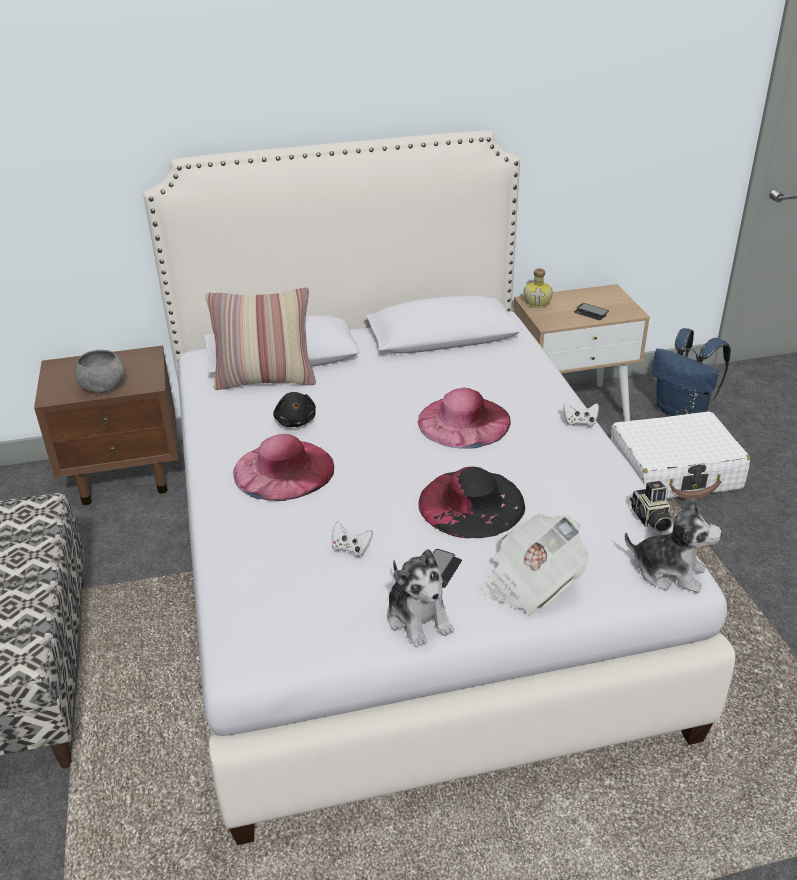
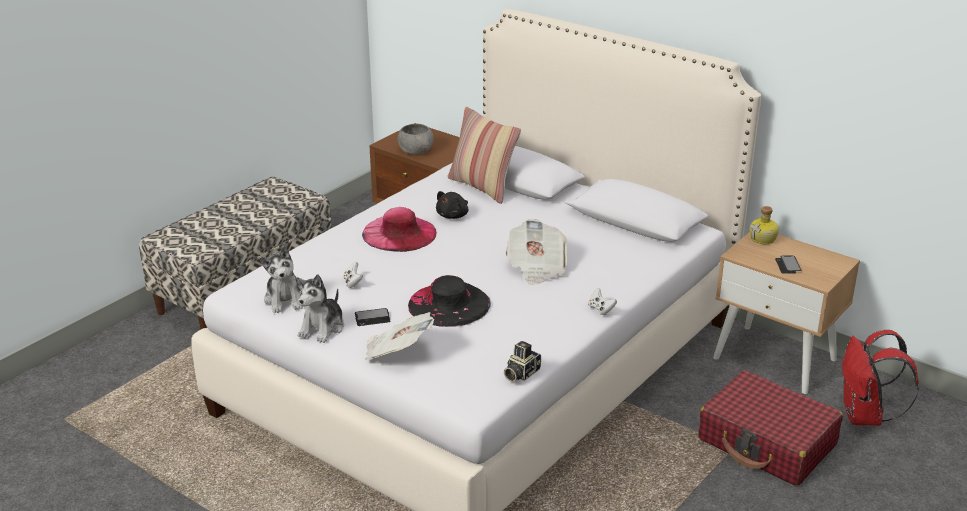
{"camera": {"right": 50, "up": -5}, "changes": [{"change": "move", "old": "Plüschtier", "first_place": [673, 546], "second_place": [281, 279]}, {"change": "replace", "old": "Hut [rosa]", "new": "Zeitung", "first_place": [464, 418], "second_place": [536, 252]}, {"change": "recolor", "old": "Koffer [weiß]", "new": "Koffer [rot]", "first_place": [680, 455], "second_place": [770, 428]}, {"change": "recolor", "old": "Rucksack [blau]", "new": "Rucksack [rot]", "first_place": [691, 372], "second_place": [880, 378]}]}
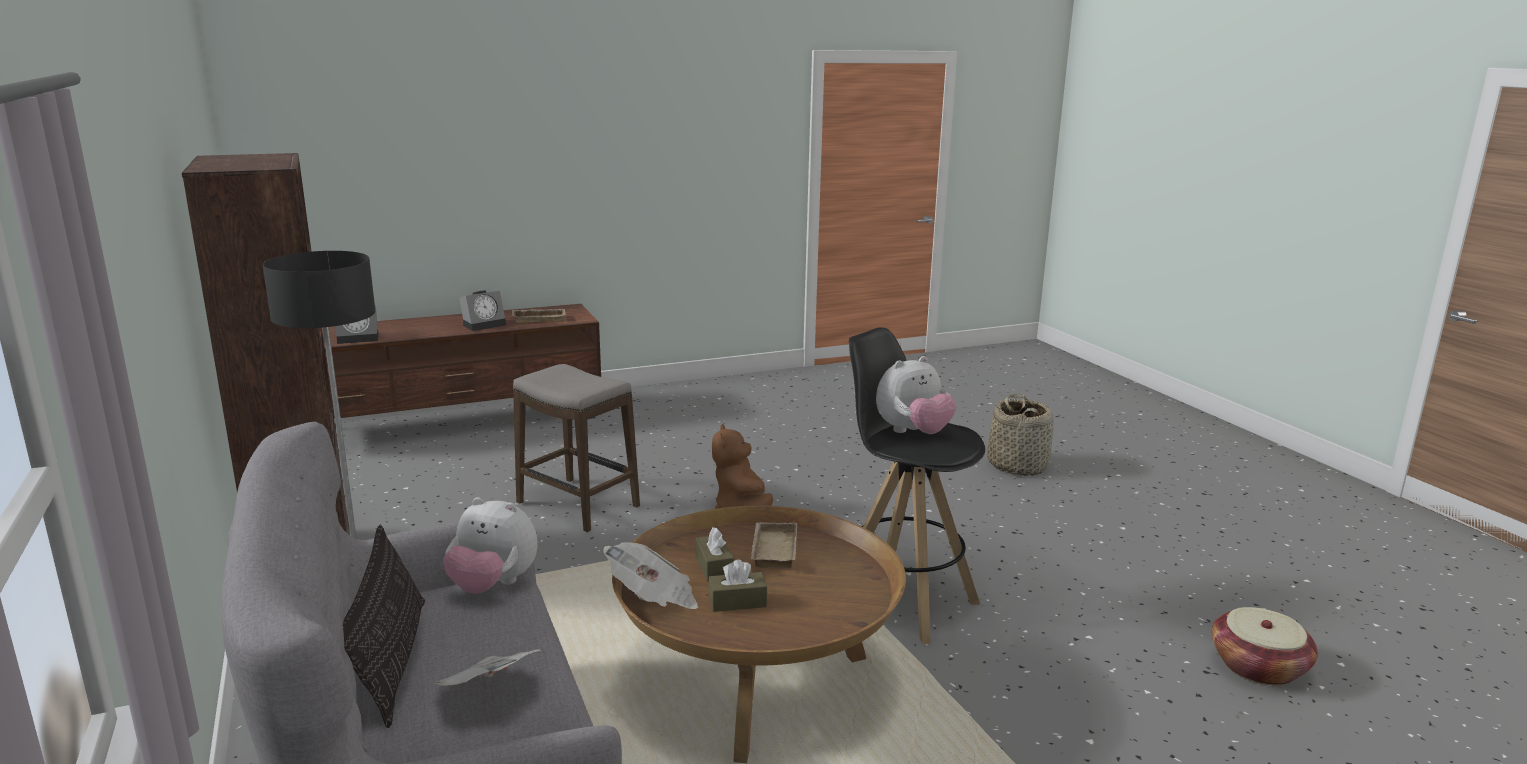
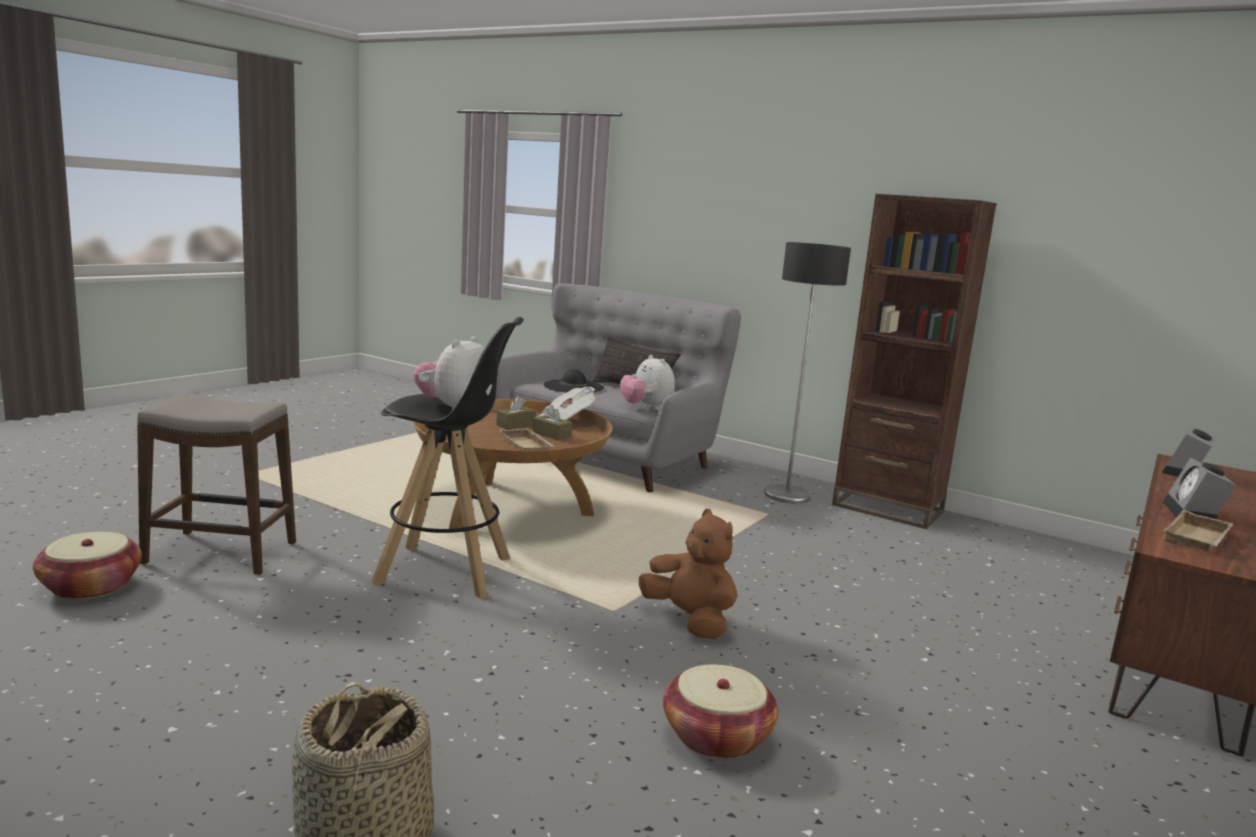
{"camera": {"right": 145, "up": -5}, "changes": [{"change": "move", "old": "Hocker", "first_place": [576, 448], "second_place": [216, 485]}, {"change": "replace", "old": "Zeitung", "new": "Hut [schwarz]", "first_place": [487, 667], "second_place": [574, 381]}, {"change": "rotate", "old": "Plüschtier", "first_place": [490, 545], "second_place": [647, 382], "degrees": -105}, {"change": "insert", "new": "Korb", "second_place": [720, 712]}]}
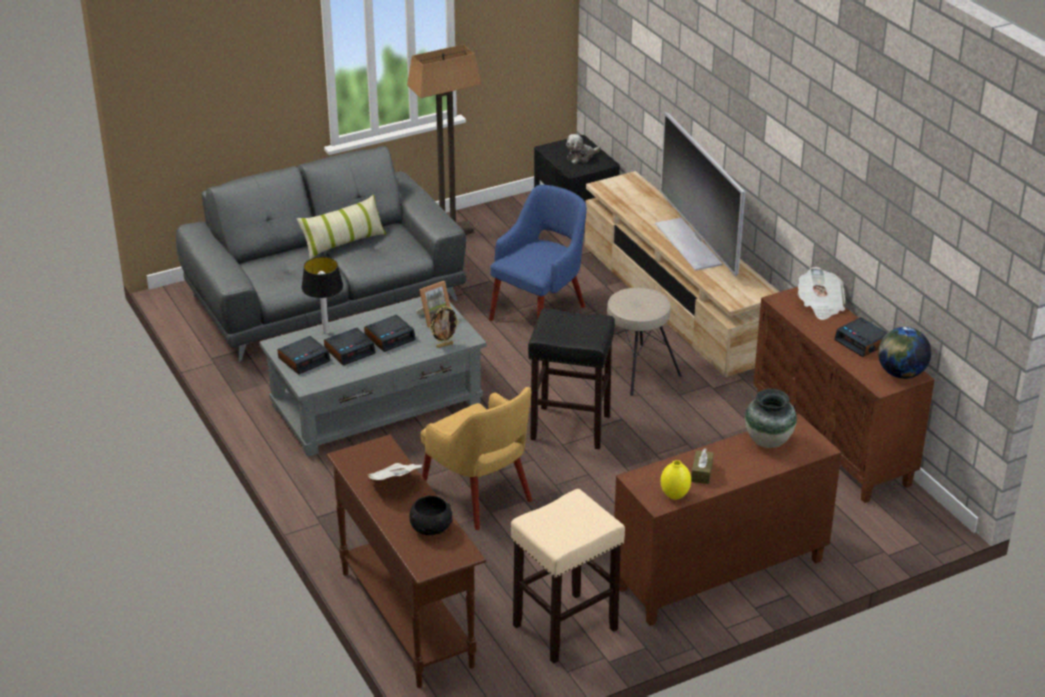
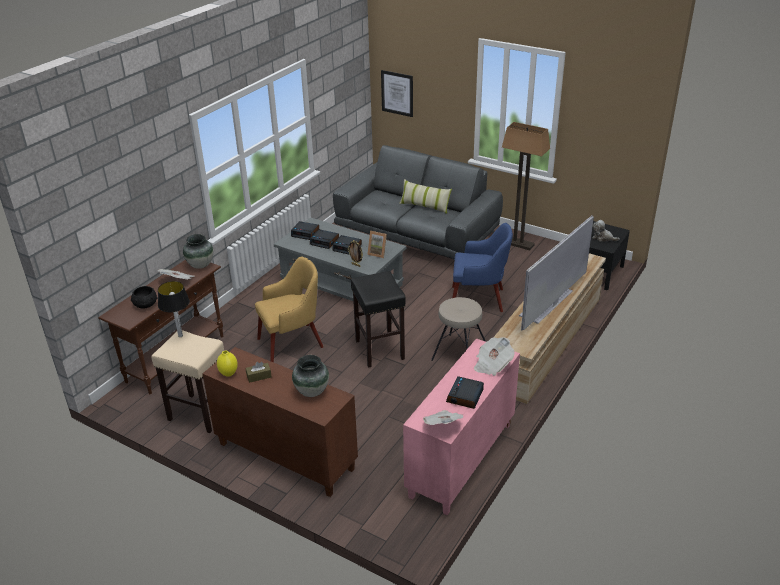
{"camera": {"right": 60, "up": 0}, "changes": [{"change": "move", "old": "Tischlampe", "first_place": [322, 295], "second_place": [174, 309]}, {"change": "insert", "new": "Vase", "second_place": [198, 251]}, {"change": "rotate", "old": "Sessel [gelb]", "first_place": [477, 458], "second_place": [289, 309], "degrees": -135}, {"change": "insert", "new": "Bild", "second_place": [397, 93]}, {"change": "recolor", "old": "Schrank [braun]", "new": "Schrank [rosa]", "first_place": [844, 395], "second_place": [461, 426]}, {"change": "replace", "old": "Globus", "new": "Zeitung", "first_place": [904, 353], "second_place": [443, 417]}]}
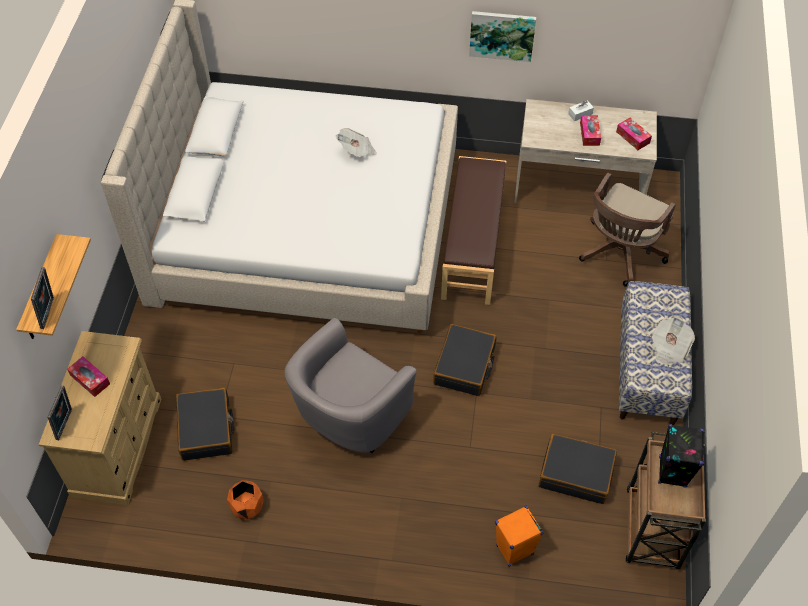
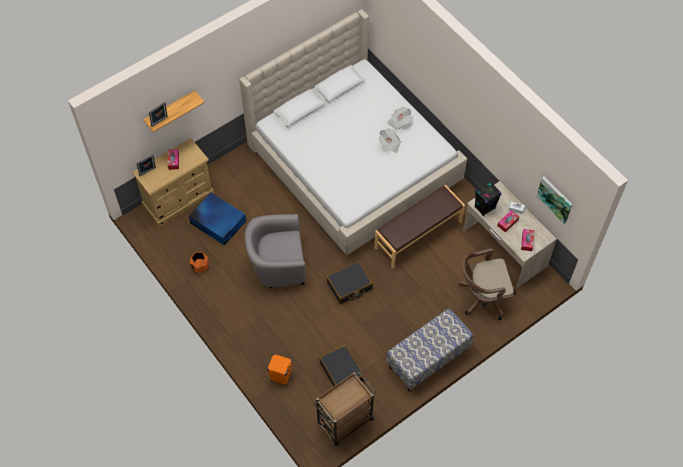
{"camera": {"right": 45, "up": 5}, "changes": [{"change": "replace", "old": "Koffer [schwarz]", "new": "Aufbewahrungsbox [blau]", "first_place": [205, 424], "second_place": [217, 219]}, {"change": "move", "old": "Zeitung", "first_place": [673, 340], "second_place": [399, 119]}, {"change": "move", "old": "Lautsprecher [schwarz]", "first_place": [681, 456], "second_place": [488, 199]}, {"change": "move", "old": "Bild", "first_place": [502, 36], "second_place": [554, 200]}]}
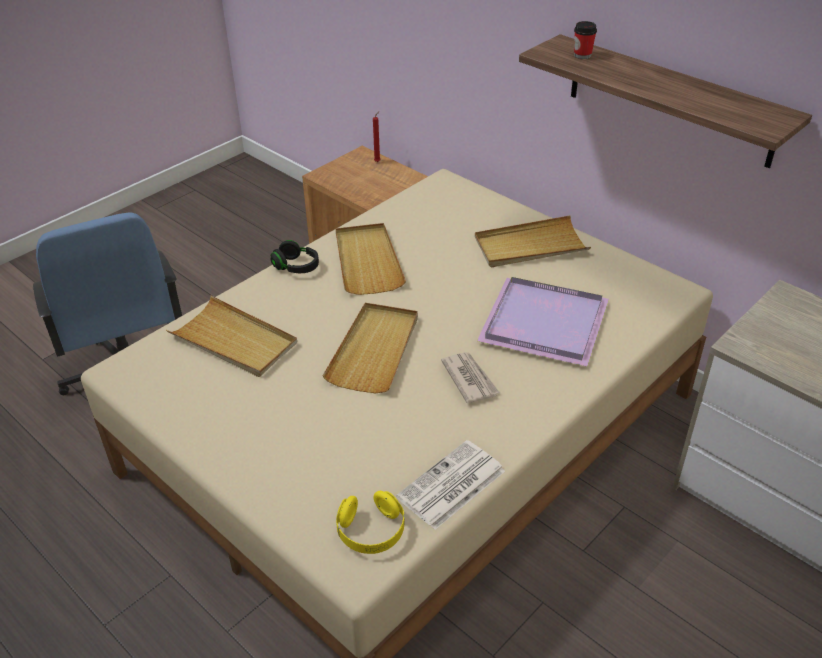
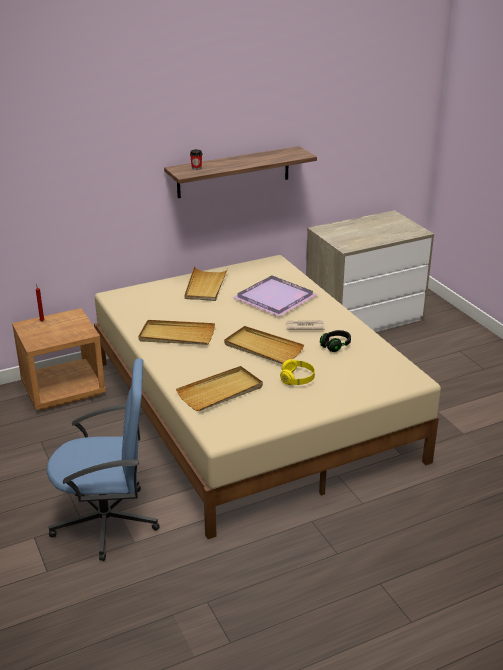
{"camera": {"right": -70, "up": -10}, "changes": [{"change": "move", "old": "Kopfhörer [gelb]", "first_place": [370, 522], "second_place": [297, 372]}, {"change": "move", "old": "Kopfhörer [schwarz]", "first_place": [295, 256], "second_place": [335, 341]}, {"change": "delete", "old": "Zeitung", "first_place": [450, 485]}]}
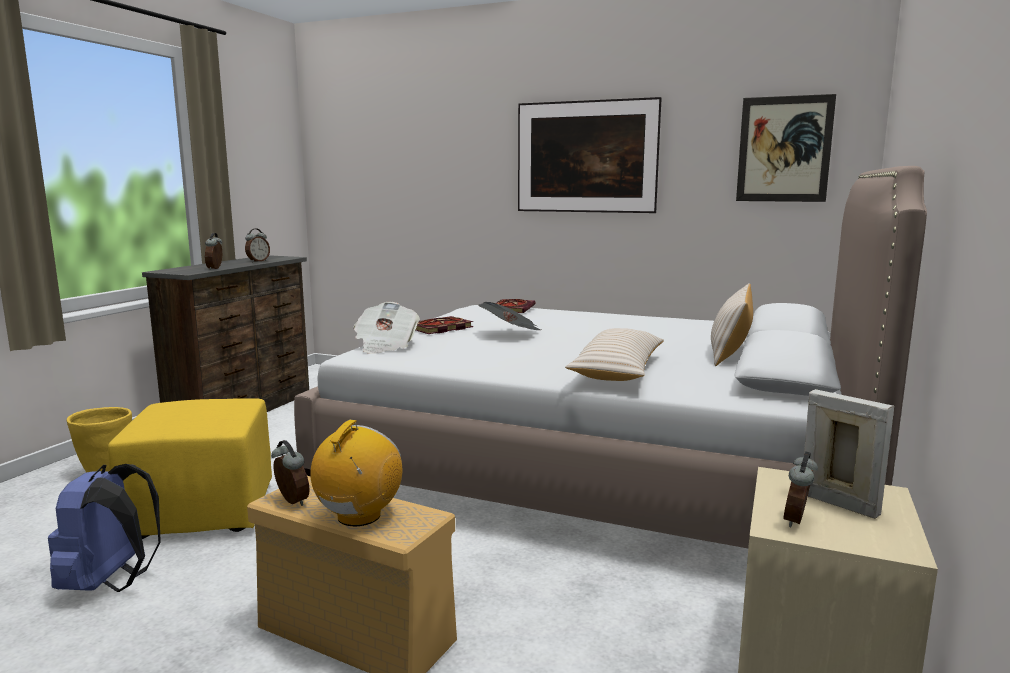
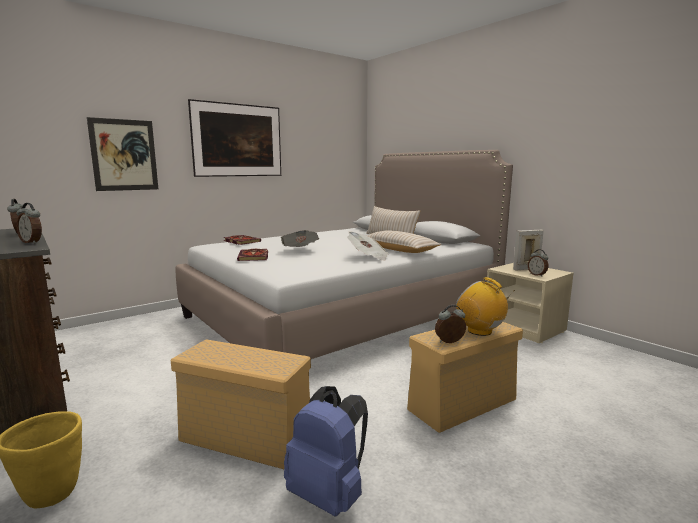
{"camera": {"right": -60, "up": 0}, "changes": [{"change": "move", "old": "Bild", "first_place": [786, 148], "second_place": [122, 154]}, {"change": "replace", "old": "Polsterhocker [gelb]", "new": "Aufbewahrungsbox [beige]", "first_place": [190, 468], "second_place": [241, 404]}, {"change": "move", "old": "Zeitung", "first_place": [386, 328], "second_place": [368, 246]}]}
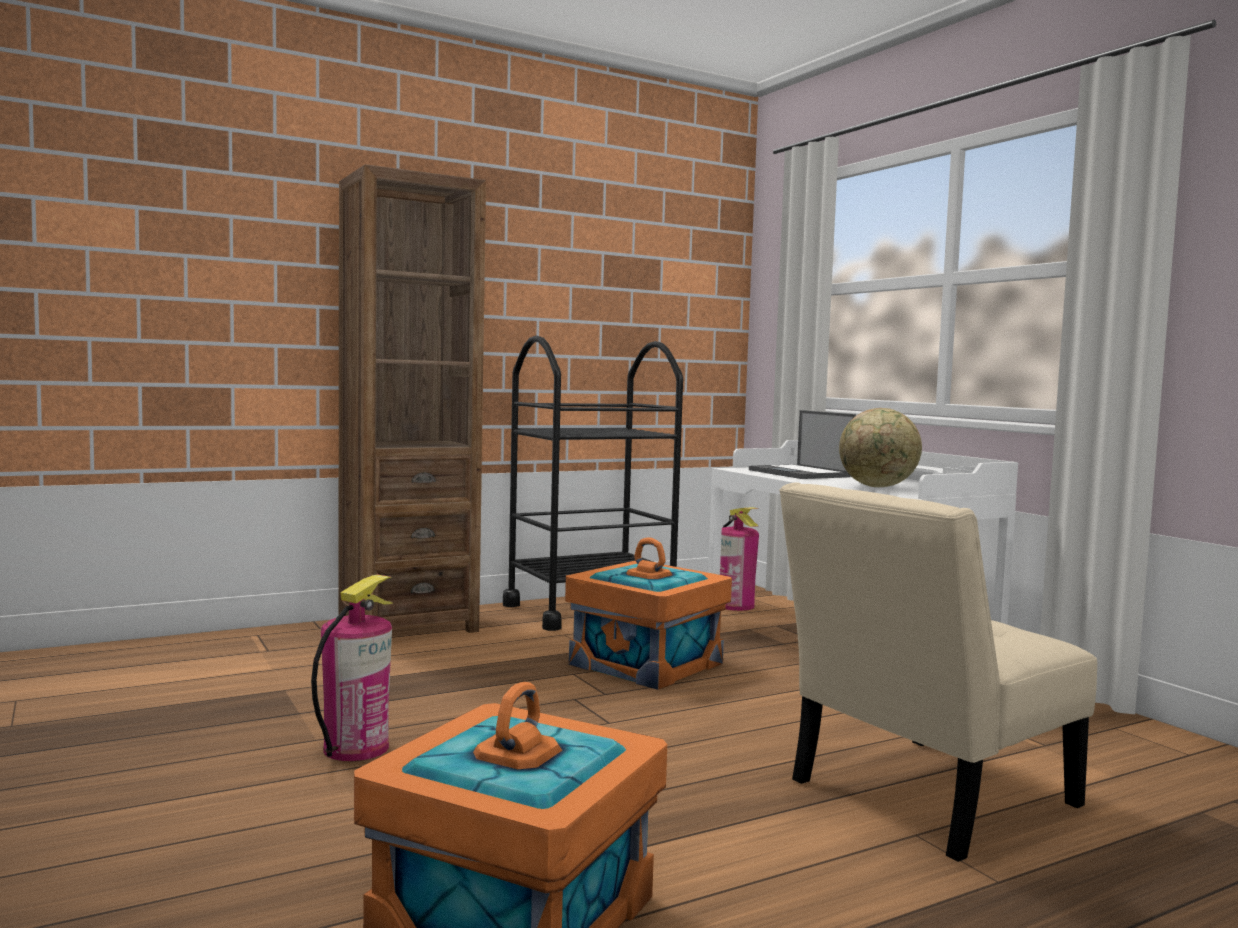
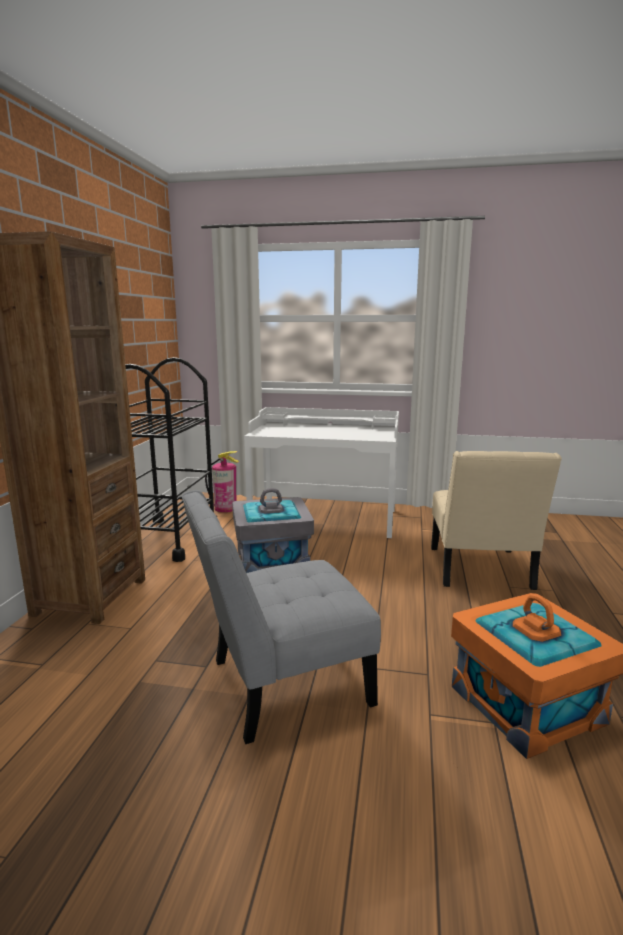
{"camera": {"right": -50, "up": 10}, "changes": [{"change": "replace", "old": "Feuerlöscher", "new": "Stuhl [grau]", "first_place": [351, 668], "second_place": [281, 617]}, {"change": "recolor", "old": "Aufbewahrungsbox [orange]", "new": "Aufbewahrungsbox [grau]", "first_place": [648, 613], "second_place": [273, 530]}, {"change": "delete", "old": "Laptop", "first_place": [802, 444]}, {"change": "delete", "old": "Globus", "first_place": [880, 447]}]}
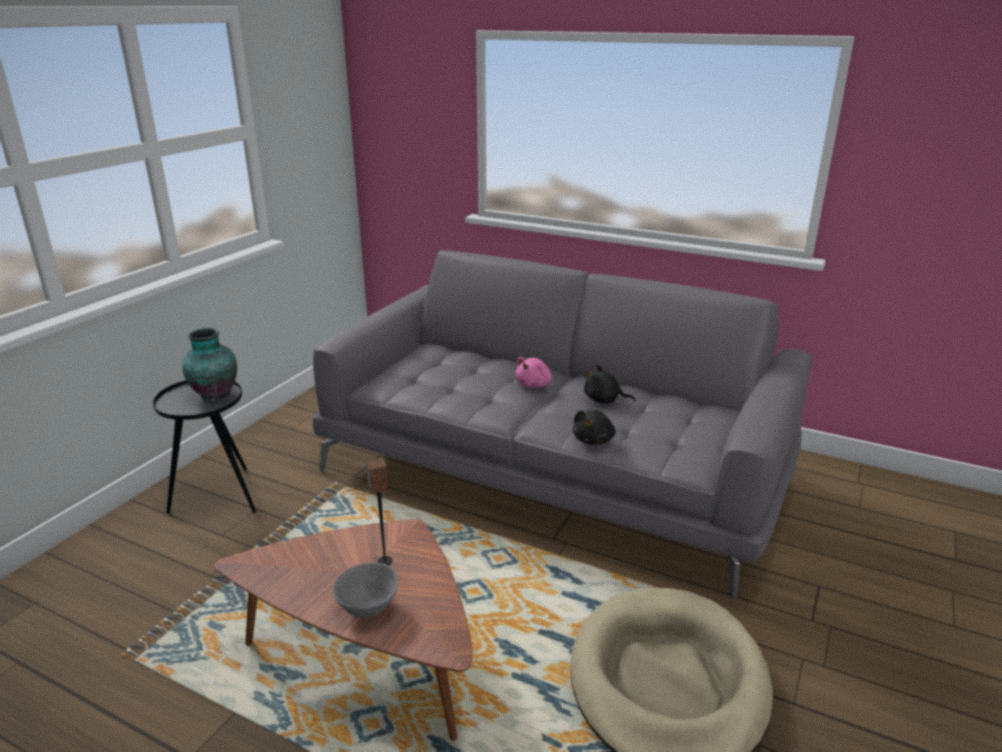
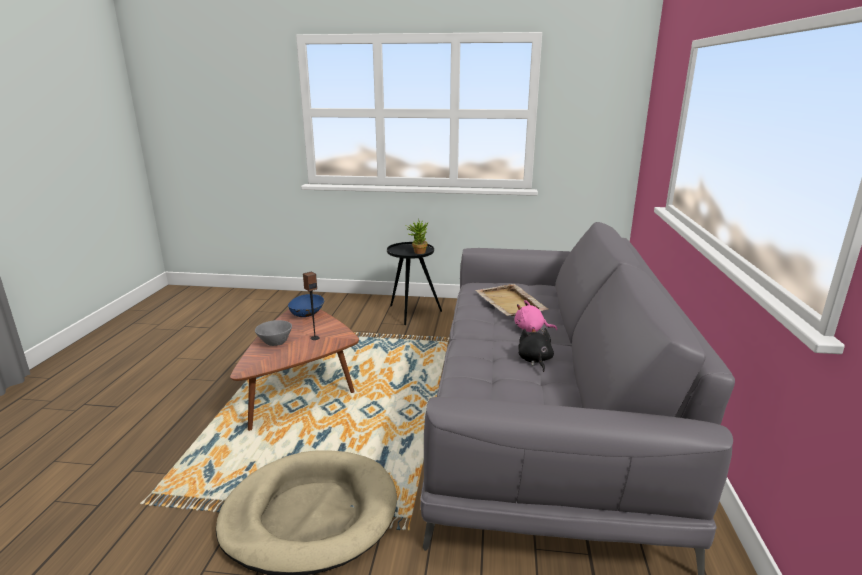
{"camera": {"right": 70, "up": -5}, "changes": [{"change": "insert", "new": "Schüssel [blau]", "second_place": [306, 305]}, {"change": "replace", "old": "Vase", "new": "Topfpflanze", "first_place": [209, 364], "second_place": [416, 236]}, {"change": "insert", "new": "Tablett [beige]", "second_place": [511, 300]}, {"change": "delete", "old": "Plüschtier [schwarz]", "first_place": [594, 427]}]}
